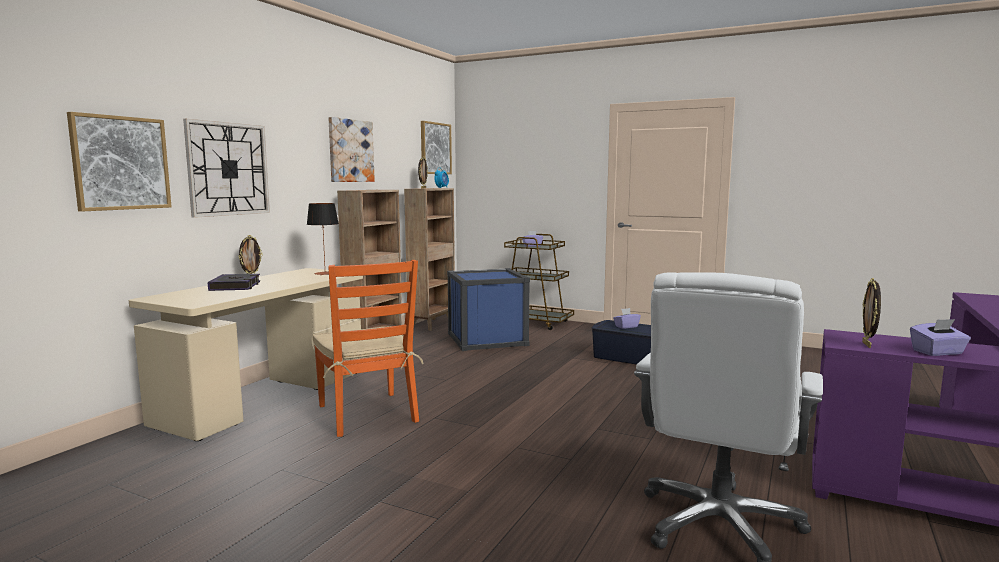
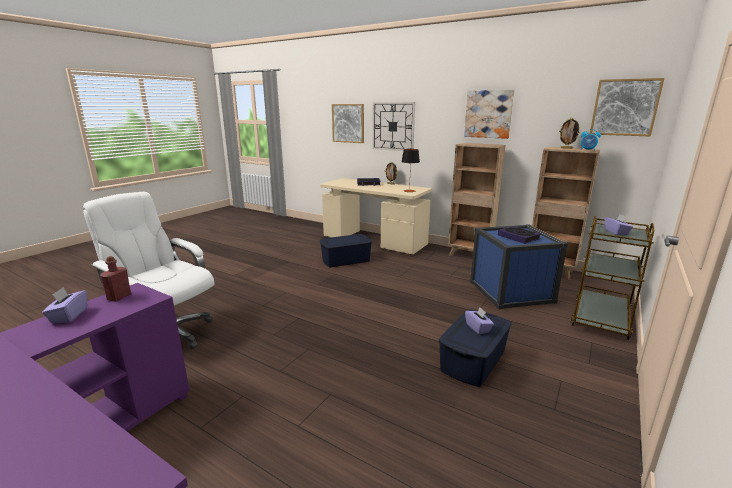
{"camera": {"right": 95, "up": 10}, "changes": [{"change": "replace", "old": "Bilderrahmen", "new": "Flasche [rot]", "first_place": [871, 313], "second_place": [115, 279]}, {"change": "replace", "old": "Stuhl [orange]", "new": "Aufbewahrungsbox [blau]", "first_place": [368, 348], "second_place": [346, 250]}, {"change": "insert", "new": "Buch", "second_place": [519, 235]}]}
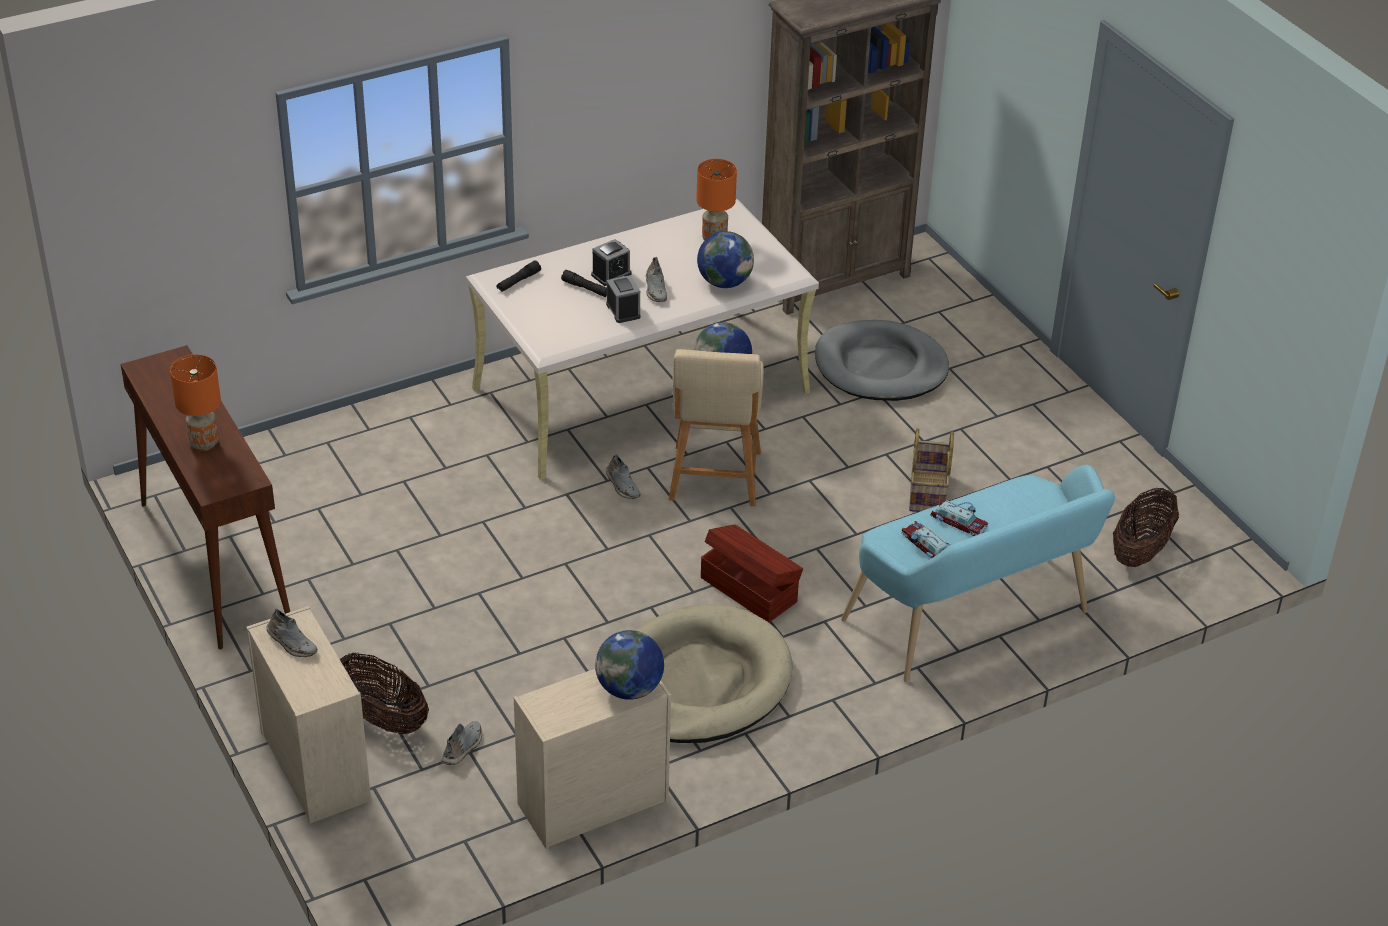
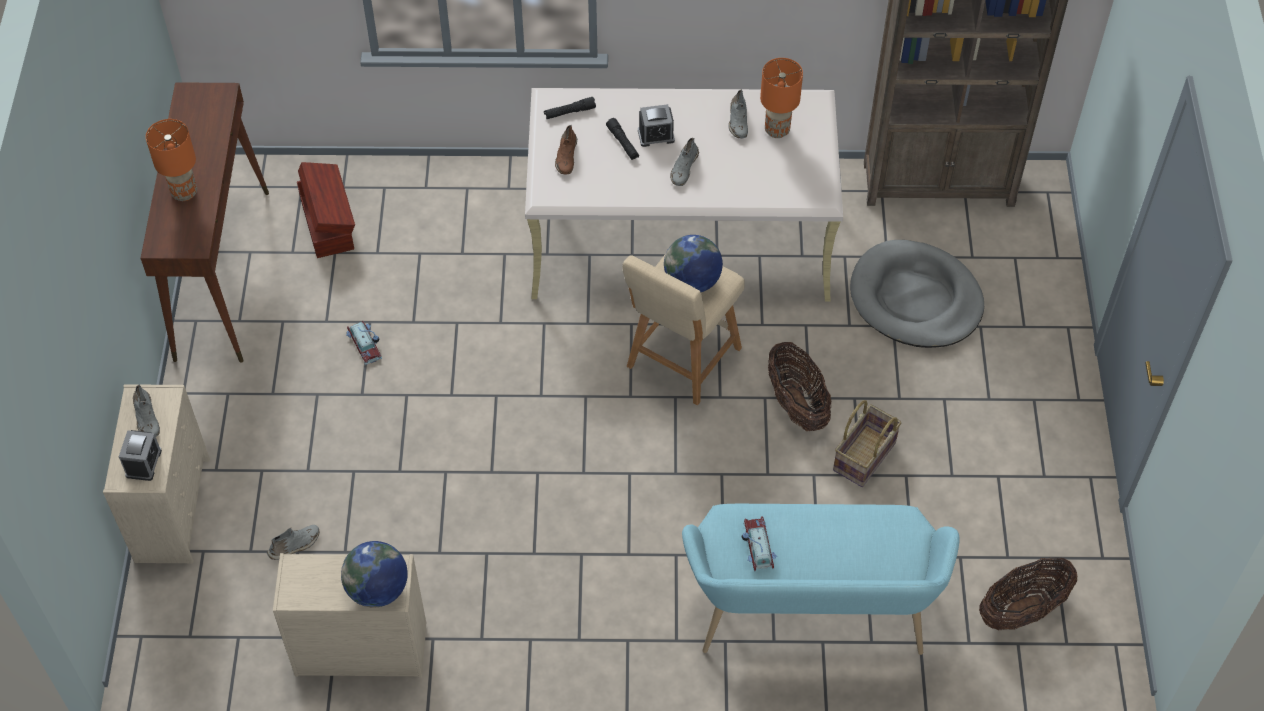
{"camera": {"right": 30, "up": 15}, "changes": [{"change": "move", "old": "Wecker", "first_place": [623, 299], "second_place": [140, 455]}, {"change": "move", "old": "Aufbewahrungsbox [braun]", "first_place": [752, 573], "second_place": [326, 210]}, {"change": "move", "old": "Spielzeugauto", "first_place": [959, 518], "second_place": [364, 343]}, {"change": "insert", "new": "Schuh [braun]", "second_place": [566, 150]}, {"change": "move", "old": "Schuh [grau]", "first_place": [623, 476], "second_place": [738, 113]}, {"change": "move", "old": "Korb", "first_place": [384, 693], "second_place": [799, 386]}, {"change": "delete", "old": "Hundebett [beige]", "first_place": [713, 673]}, {"change": "delete", "old": "Globus", "first_place": [725, 259]}]}
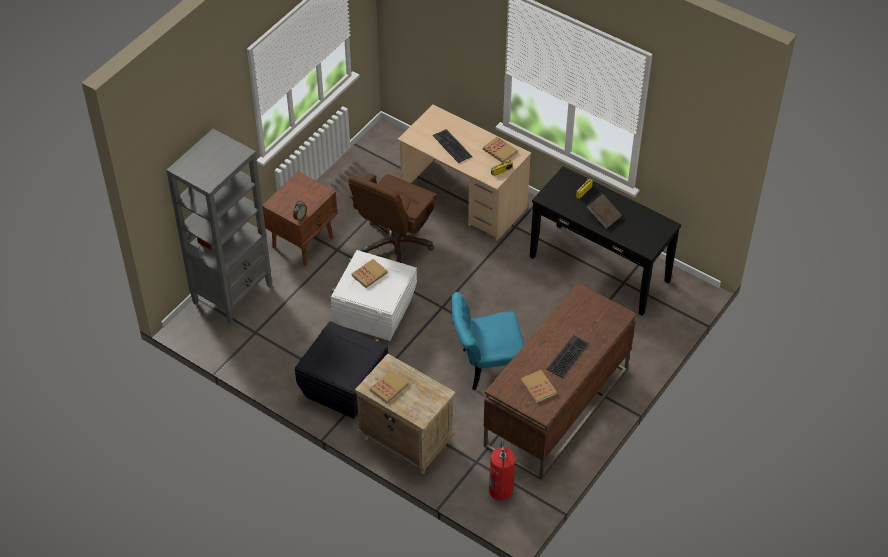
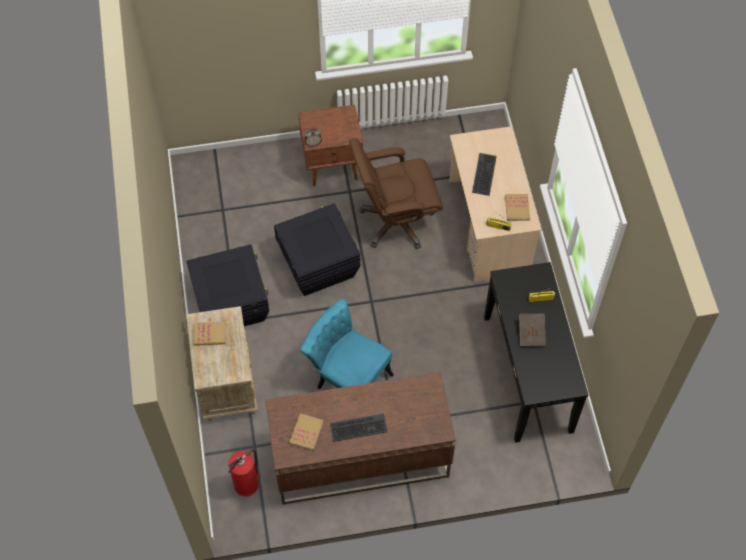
{"camera": {"right": 45, "up": 10}, "changes": [{"change": "recolor", "old": "Aufbewahrungsbox [weiß]", "new": "Aufbewahrungsbox [schwarz]", "first_place": [374, 295], "second_place": [317, 250]}, {"change": "delete", "old": "Bücherregal [grau]", "first_place": [219, 227]}, {"change": "delete", "old": "Buch", "first_place": [370, 273]}]}
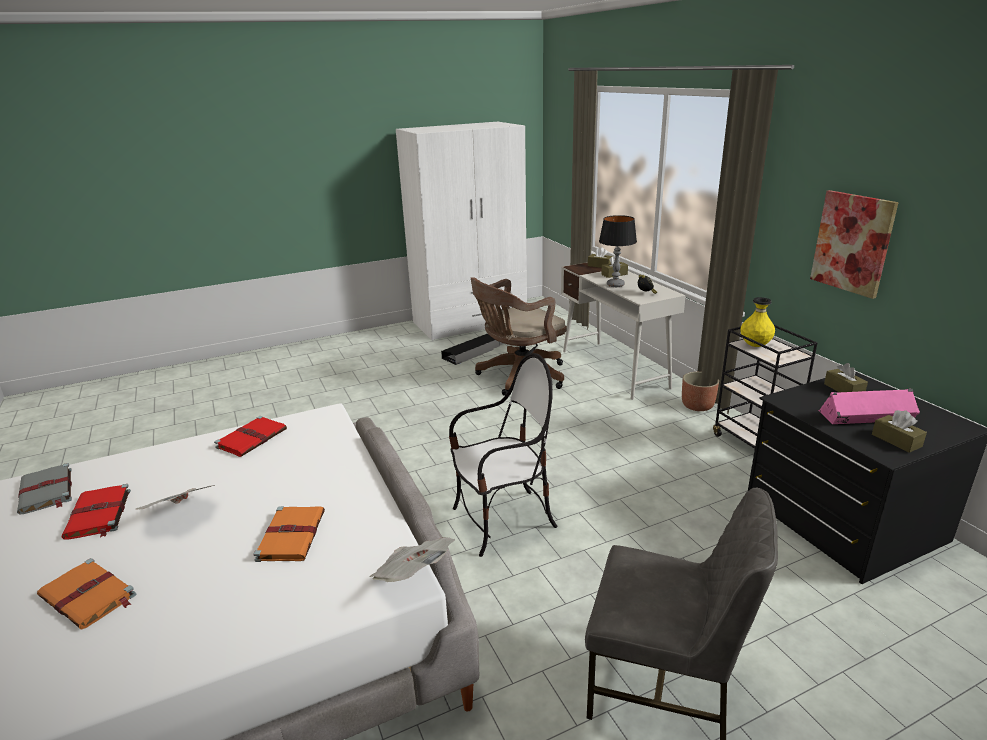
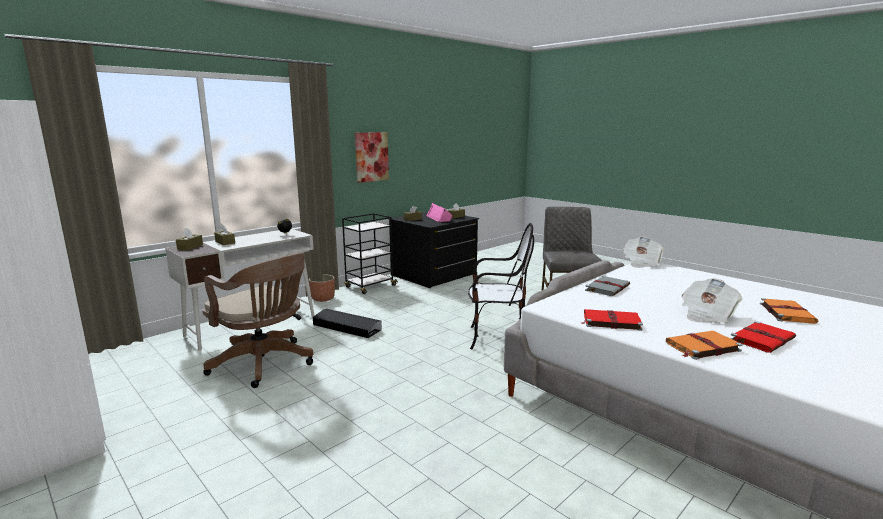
{"camera": {"right": -110, "up": -10}, "changes": [{"change": "move", "old": "Aufbewahrungsbox [schwarz]", "first_place": [472, 349], "second_place": [347, 323]}, {"change": "rotate", "old": "Stuhl", "first_place": [503, 455], "second_place": [501, 286], "degrees": 135}, {"change": "move", "old": "Buch [grau]", "first_place": [44, 489], "second_place": [607, 286]}, {"change": "move", "old": "Buch [orange]", "first_place": [289, 534], "second_place": [704, 345]}, {"change": "delete", "old": "Tischlampe", "first_place": [618, 251]}, {"change": "delete", "old": "Vase [gelb]", "first_place": [757, 322]}]}
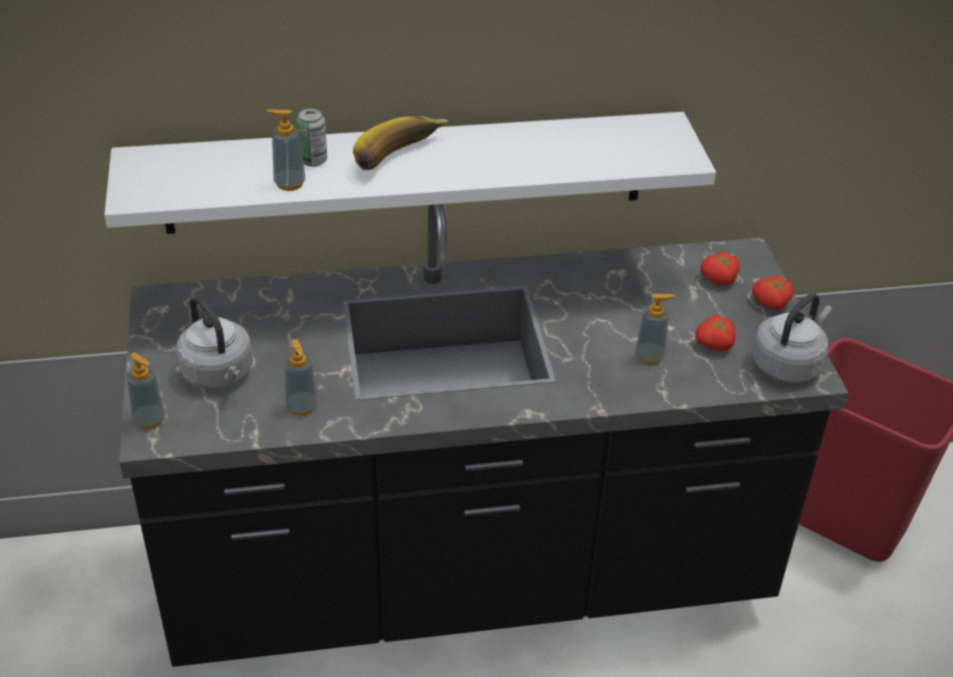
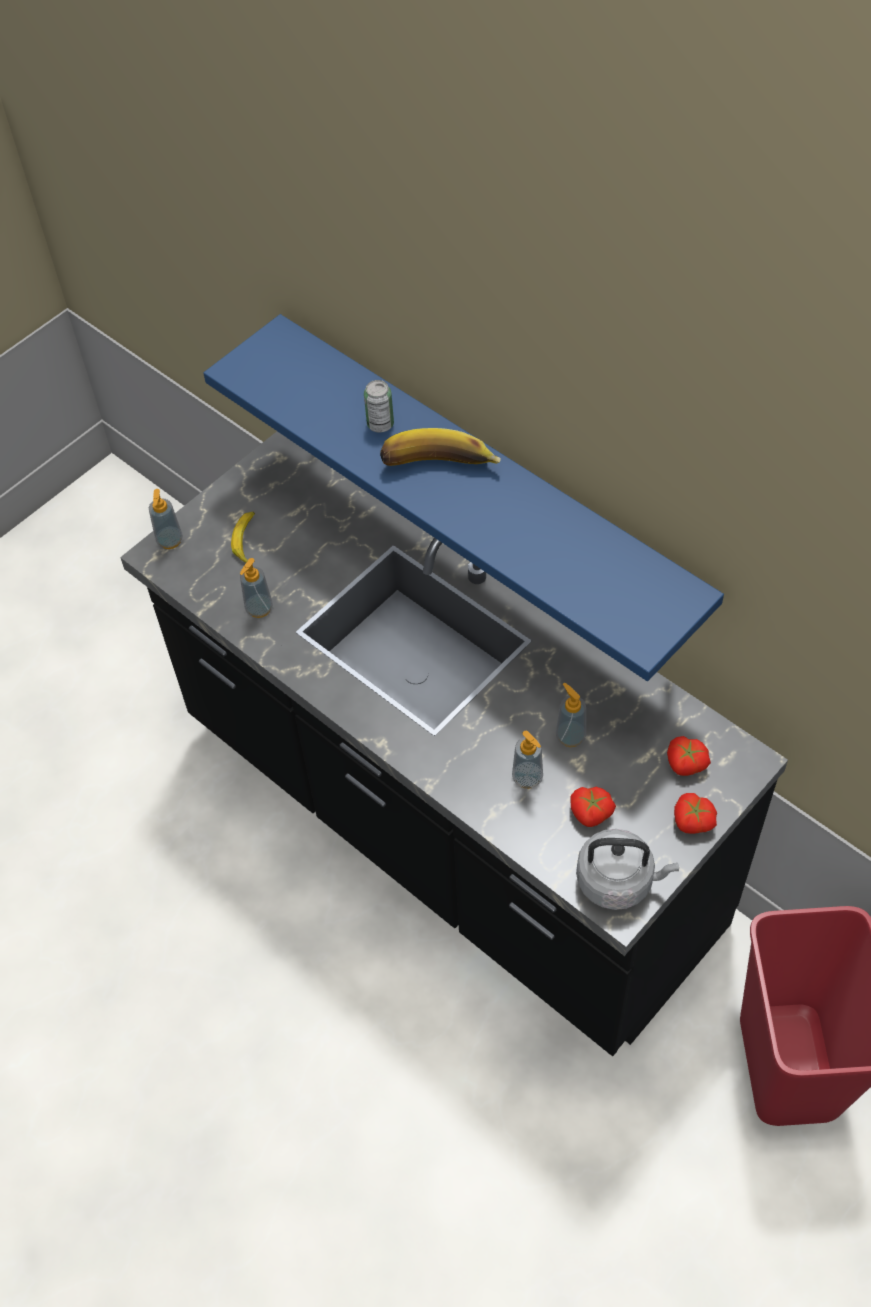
{"camera": {"right": 55, "up": 15}, "changes": [{"change": "recolor", "old": "Wandregal [weiß]", "new": "Wandregal [blau]", "first_place": [410, 173], "second_place": [463, 497]}, {"change": "replace", "old": "Wasserkessel [grau]", "new": "Banane", "first_place": [214, 342], "second_place": [243, 537]}, {"change": "move", "old": "Seifenspender", "first_place": [286, 150], "second_place": [571, 715]}]}
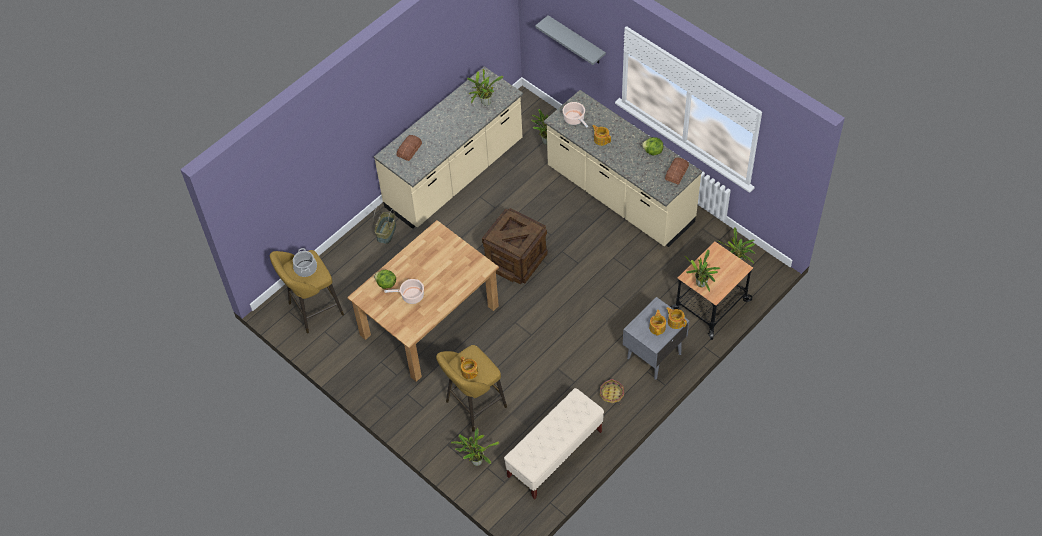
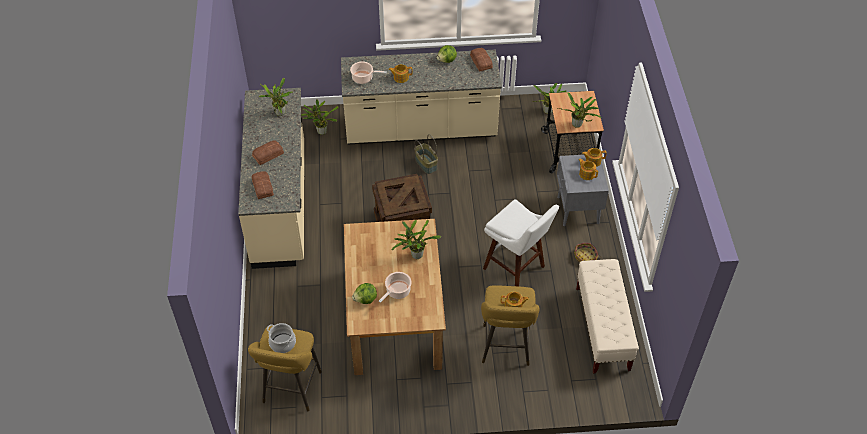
{"camera": {"right": -50, "up": -5}, "changes": [{"change": "insert", "new": "Brot", "second_place": [268, 152]}, {"change": "move", "old": "Topfpflanze", "first_place": [475, 447], "second_place": [416, 239]}, {"change": "move", "old": "Korb", "first_place": [384, 225], "second_place": [426, 154]}, {"change": "insert", "new": "Hocker [weiß]", "second_place": [521, 243]}, {"change": "delete", "old": "Wandregal [grau]", "first_place": [570, 40]}]}
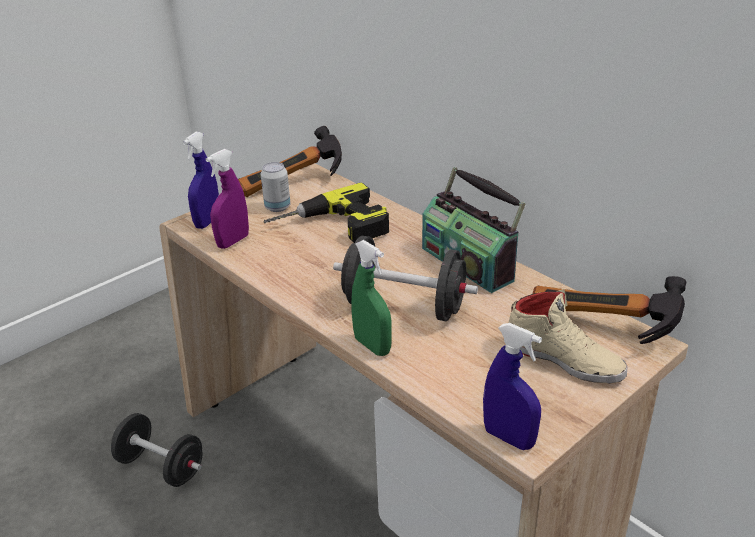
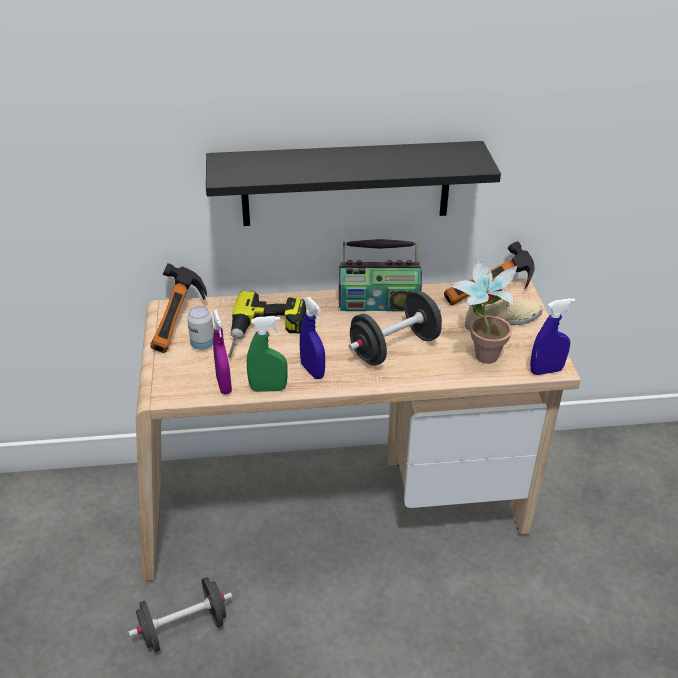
{"camera": {"right": -55, "up": 5}, "changes": [{"change": "insert", "new": "Wandregal [schwarz]", "second_place": [353, 183]}, {"change": "move", "old": "Sprühflasche [grün]", "first_place": [371, 298], "second_place": [267, 354]}, {"change": "move", "old": "Sprühflasche [blau]", "first_place": [201, 180], "second_place": [312, 338]}, {"change": "insert", "new": "Topfpflanze", "second_place": [483, 311]}]}
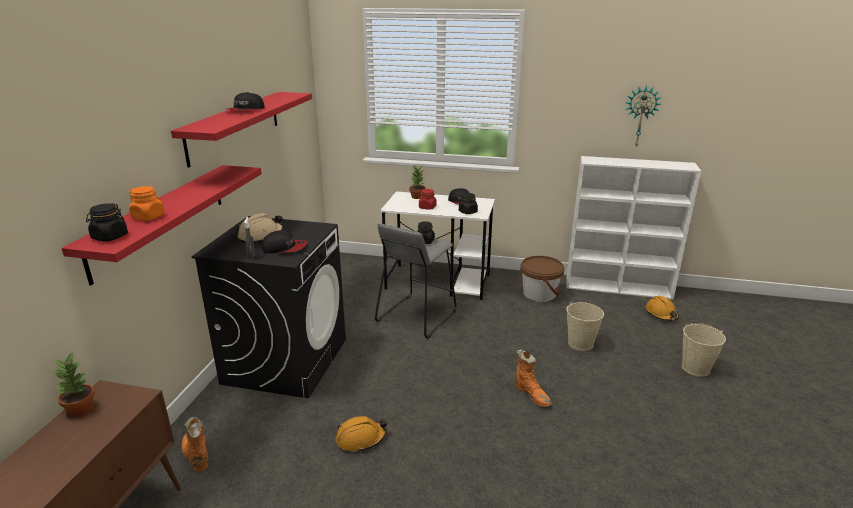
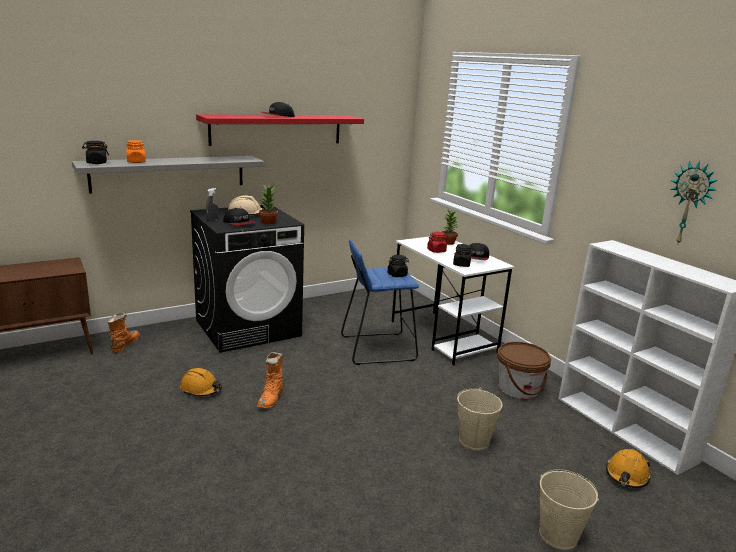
{"camera": {"right": 45, "up": -5}, "changes": [{"change": "recolor", "old": "Wandregal [rot]", "new": "Wandregal [grau]", "first_place": [162, 225], "second_place": [168, 175]}, {"change": "move", "old": "Stiefel [orange]", "first_place": [533, 378], "second_place": [270, 380]}, {"change": "move", "old": "Topfpflanze", "first_place": [73, 384], "second_place": [268, 204]}, {"change": "recolor", "old": "Hocker [grau]", "new": "Hocker [blau]", "first_place": [416, 280], "second_place": [380, 302]}]}
